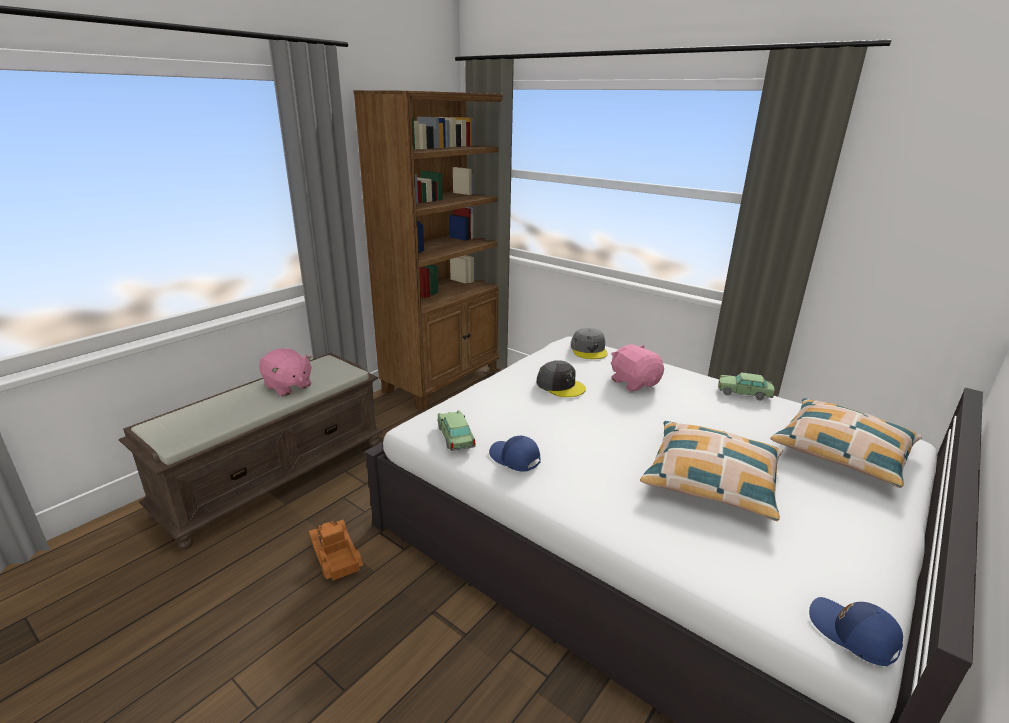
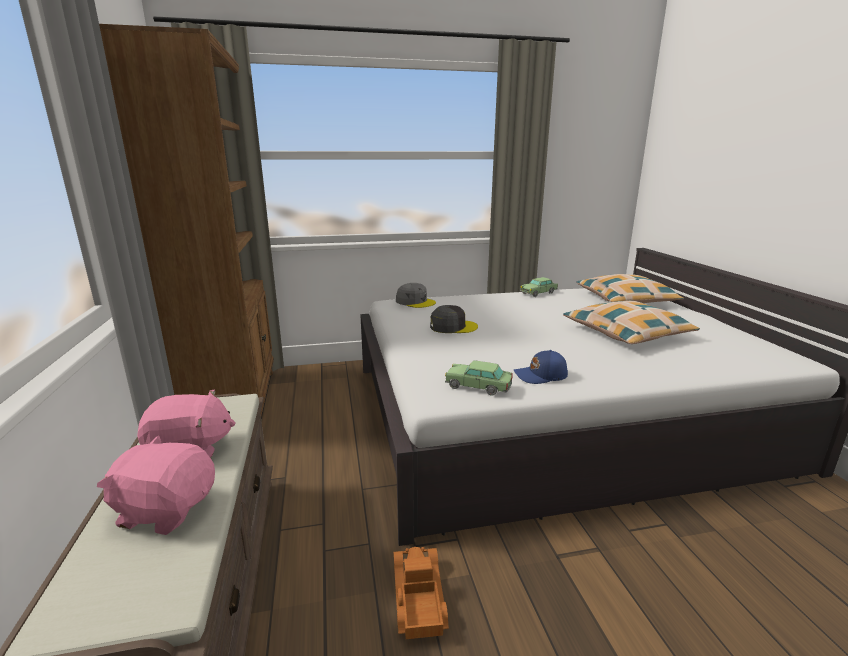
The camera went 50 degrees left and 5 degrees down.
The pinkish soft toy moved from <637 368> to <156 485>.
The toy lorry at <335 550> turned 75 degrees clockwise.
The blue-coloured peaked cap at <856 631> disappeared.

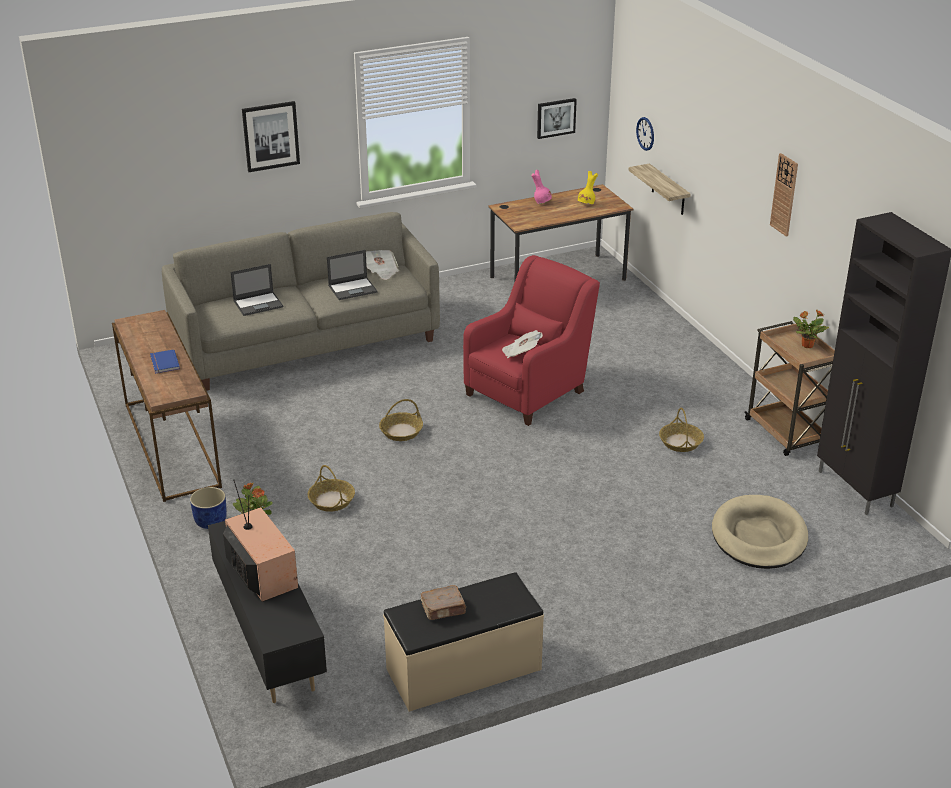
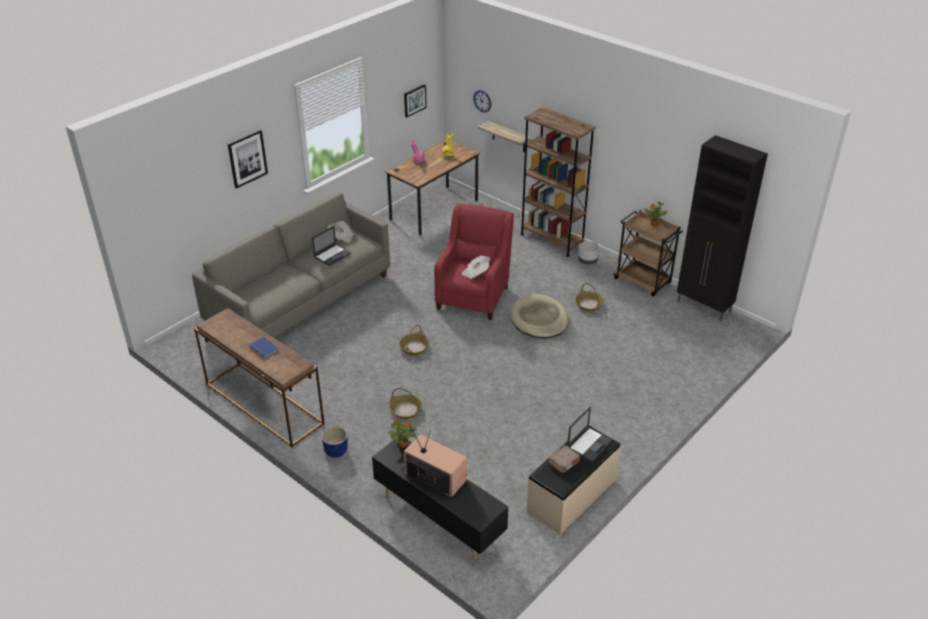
The camera went 25 degrees left and 5 degrees up.
The clock on the wall at <784 195> disappeared.
The laptop moved from <256 290> to <589 434>.
The beige dog bed moved from <760 532> to <539 316>.
The brownish bookshelf at <558 182> appeared.
The gray plant pot at <588 253> appeared.

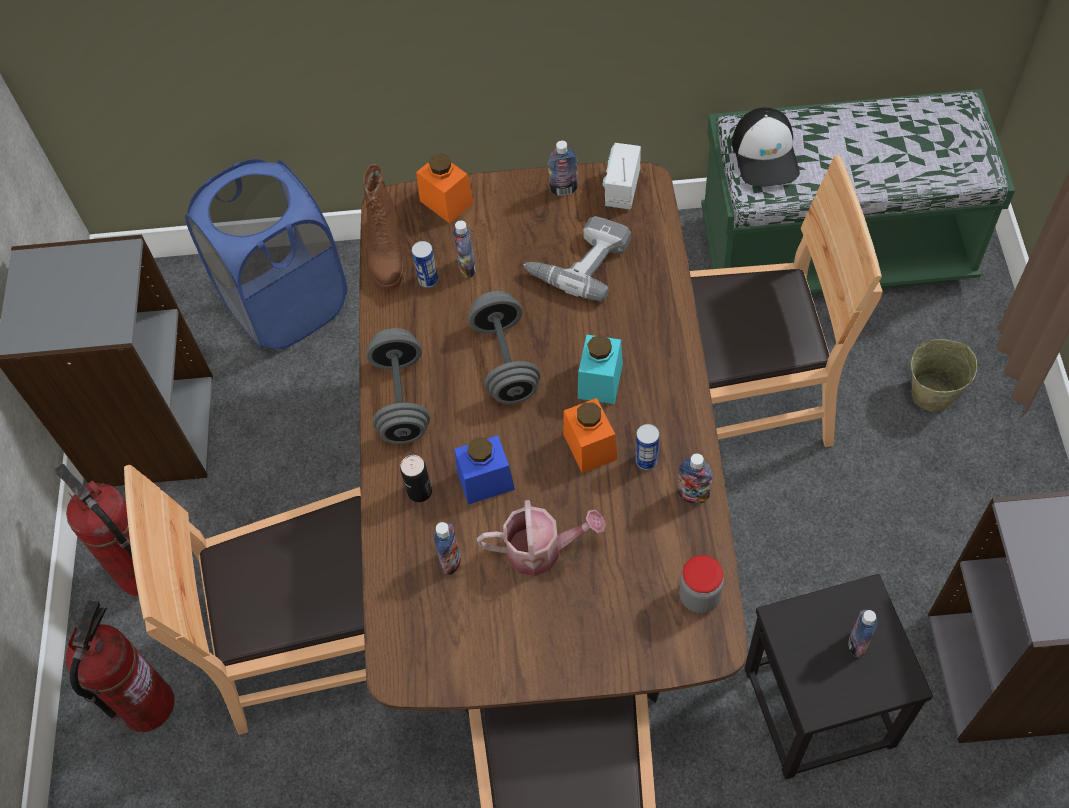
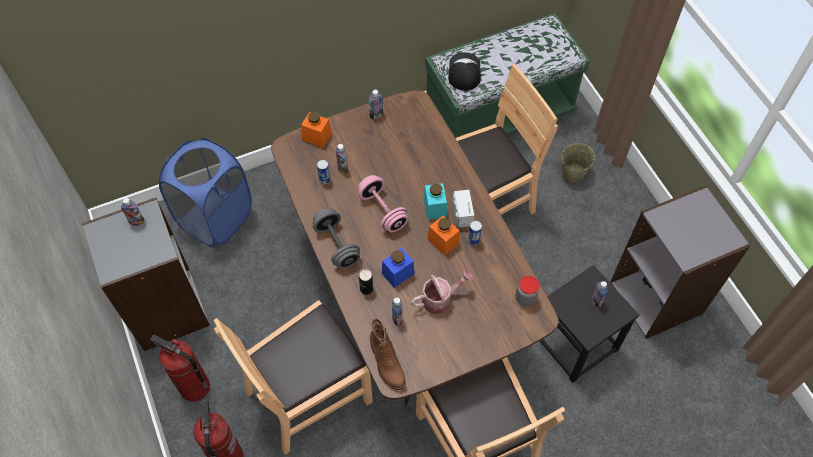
The camera went 25 degrees left and 0 degrees up.
The peaked cap at <766 147> turned 150 degrees counterclockwise.
The radio receiver moved from <622 176> to <463 209>.
The brownish high-top boot moved from <384 227> to <388 354>.
The power drill at <577 258> disappeared.
The gray free weight at <504 347> became the pinkish free weight at <383 203>.
The beverage bottle moved from <694 478> to <132 212>.

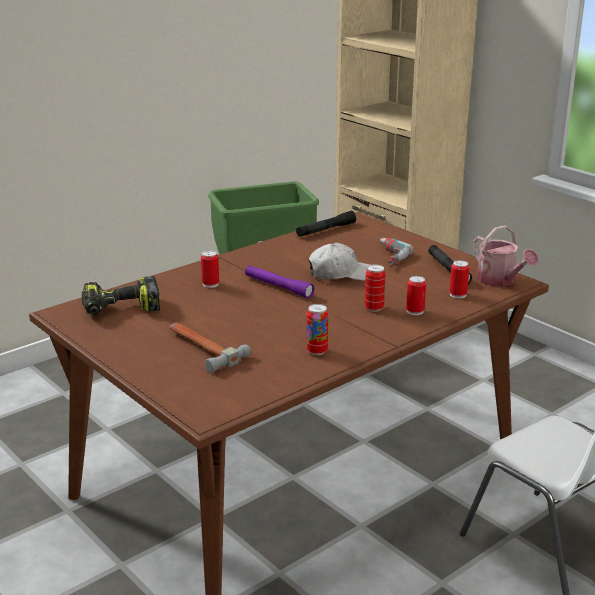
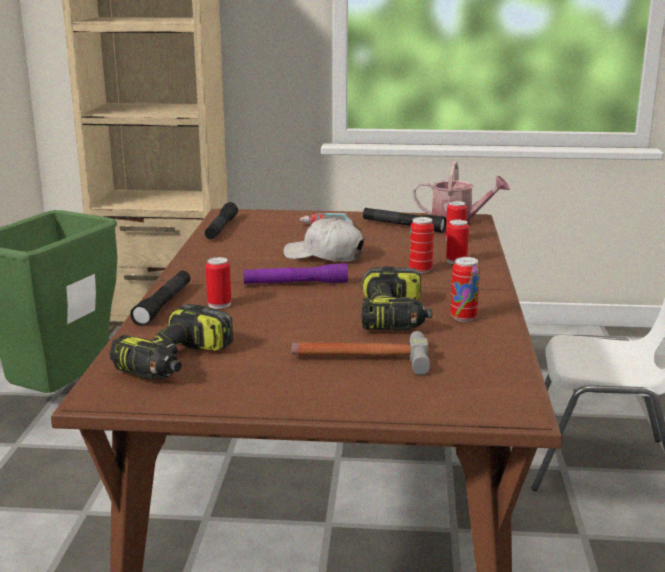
The camera went 45 degrees left and 5 degrees down.
The whitish peaked cap at <339 262> turned 105 degrees counterclockwise.
The power drill at <396 298> appeared.
The blackish flashlight at <160 298> appeared.

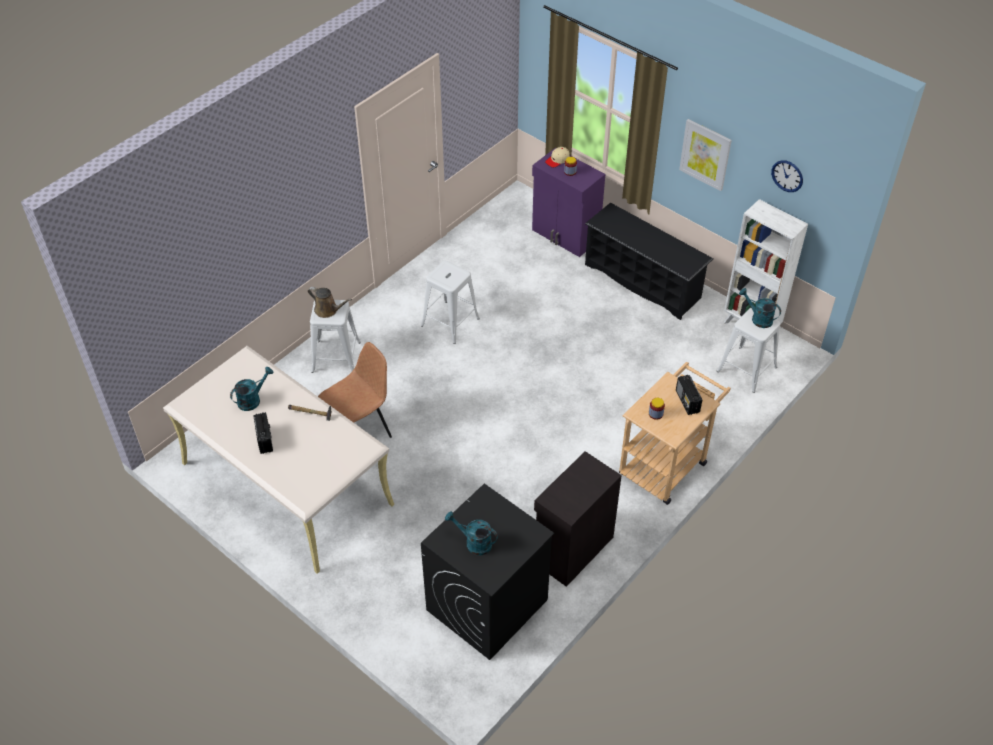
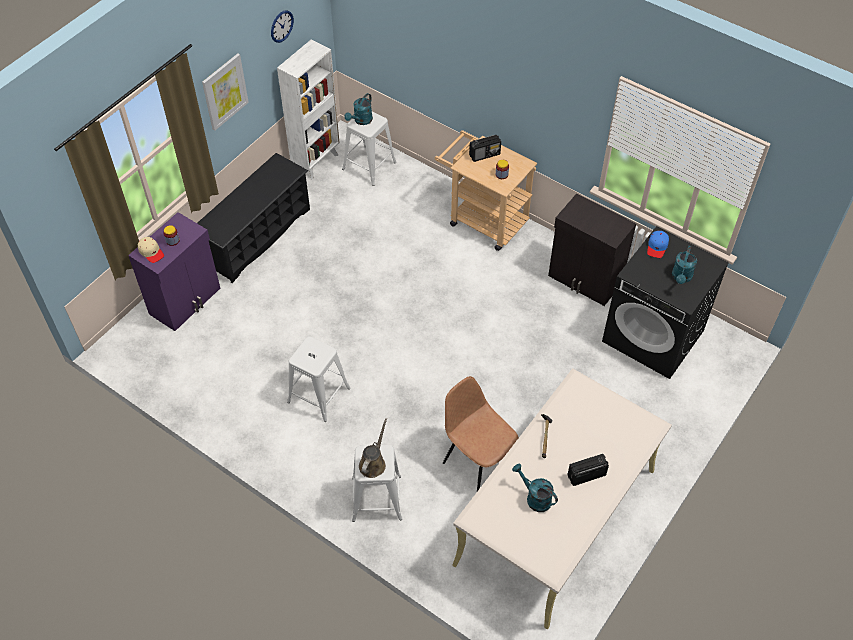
The camera went 95 degrees left and 5 degrees up.
The blue-coloured peaked cap at <658 244> appeared.

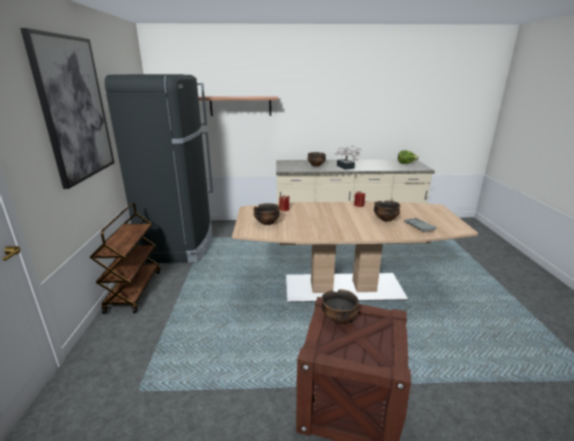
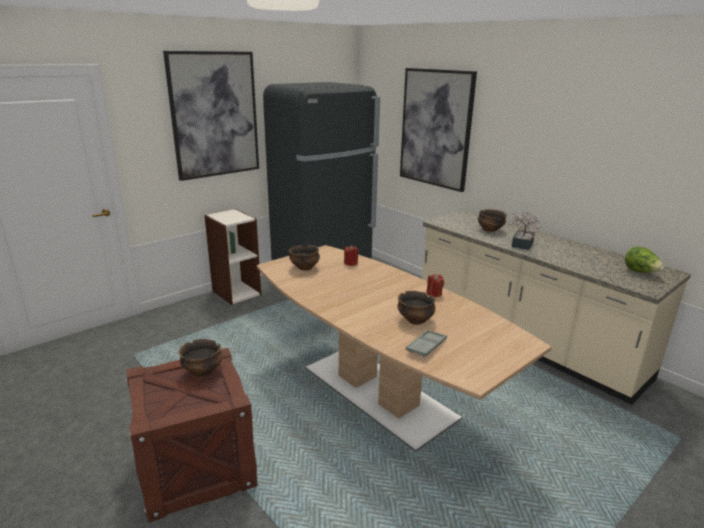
The camera went 50 degrees right and 0 degrees up.
The wall shelf at <238 106> was replaced by the wall art at <438 130>.
The brownish cart at <125 258> was replaced by the bookshelf at <232 257>.

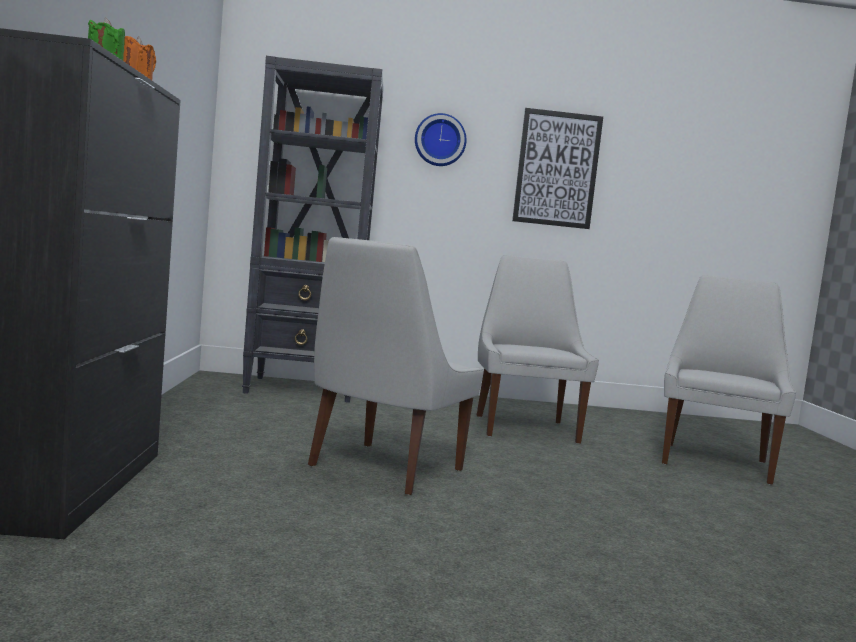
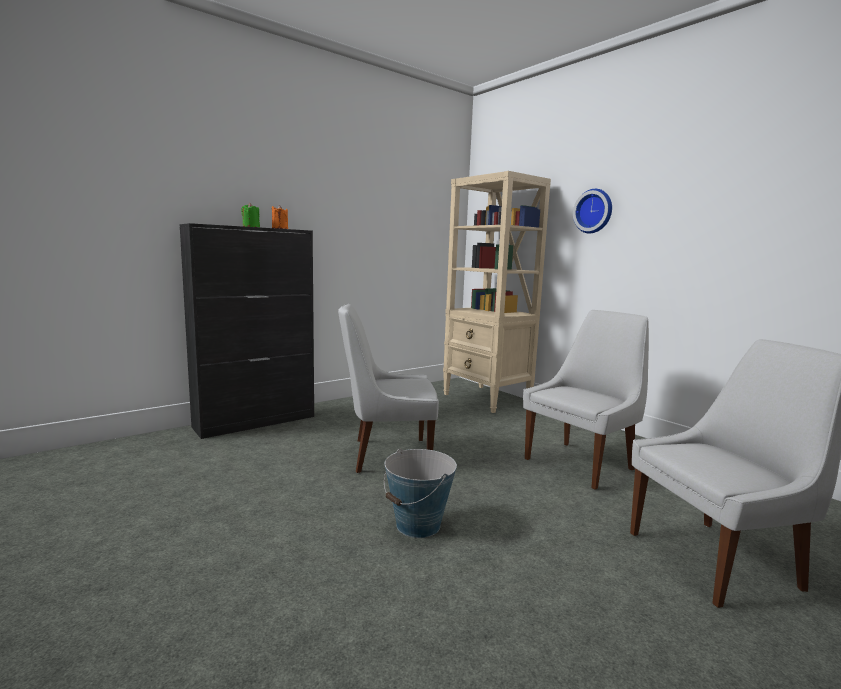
The camera went 55 degrees right and 5 degrees up.
The blackish bookshelf at <313 229> became the beige bookshelf at <497 292>.
The wall art at <557 168> disappeared.
The bucket at <420 493> appeared.

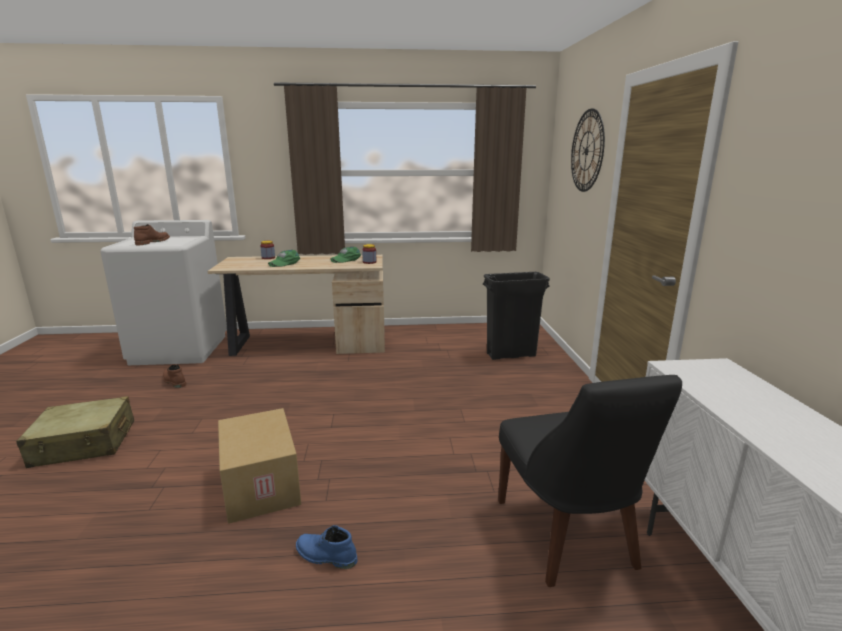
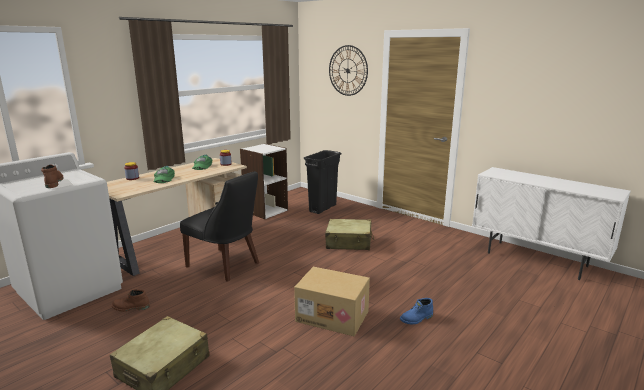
The camera went 45 degrees left and 0 degrees up.
The blackish chair moved from <590 481> to <219 226>.
The whitish bookshelf at <264 181> appeared.
The beige travel case at <349 234> appeared.

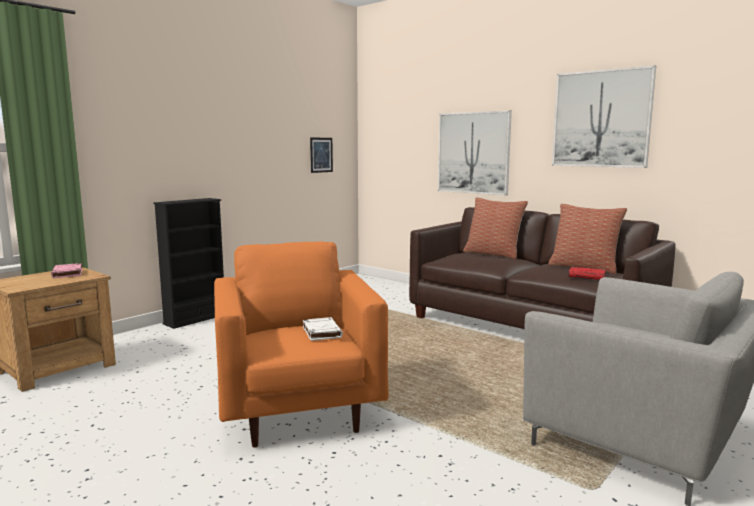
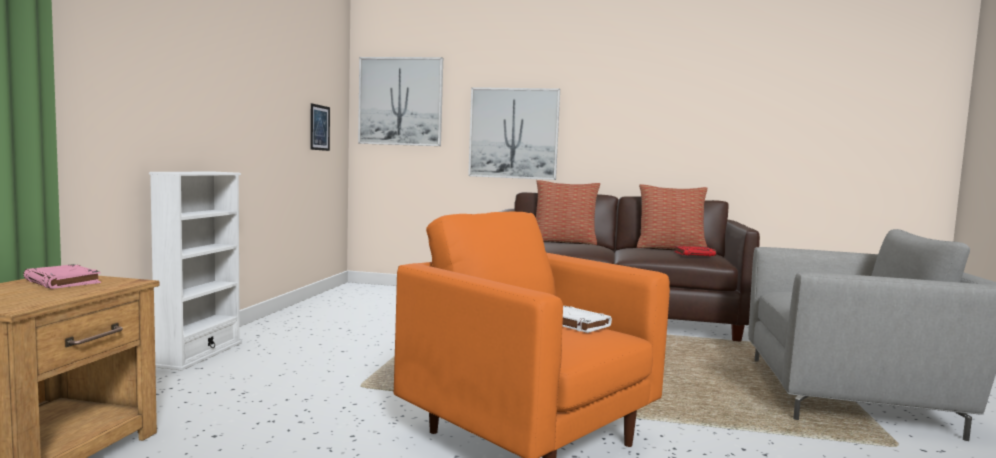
The camera went 30 degrees left and 5 degrees down.
The wall art moved from <604 116> to <400 101>.
The blackish bookshelf at <188 263> became the whitish bookshelf at <195 271>.

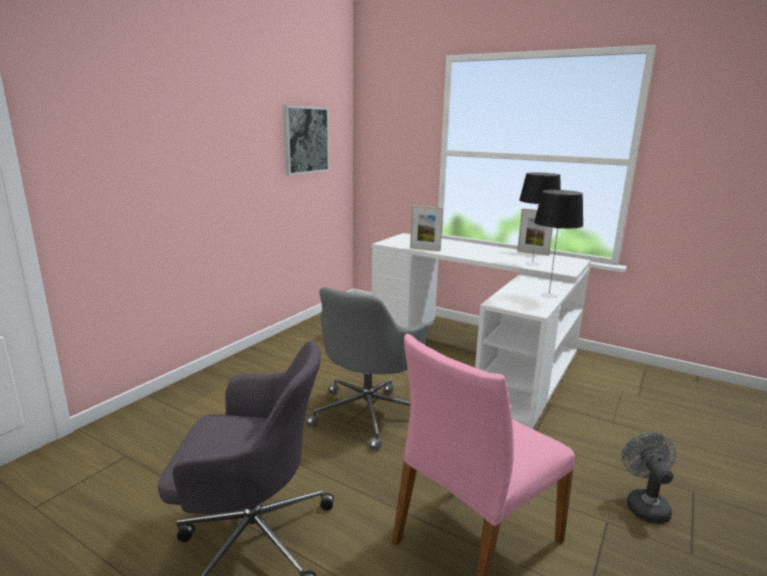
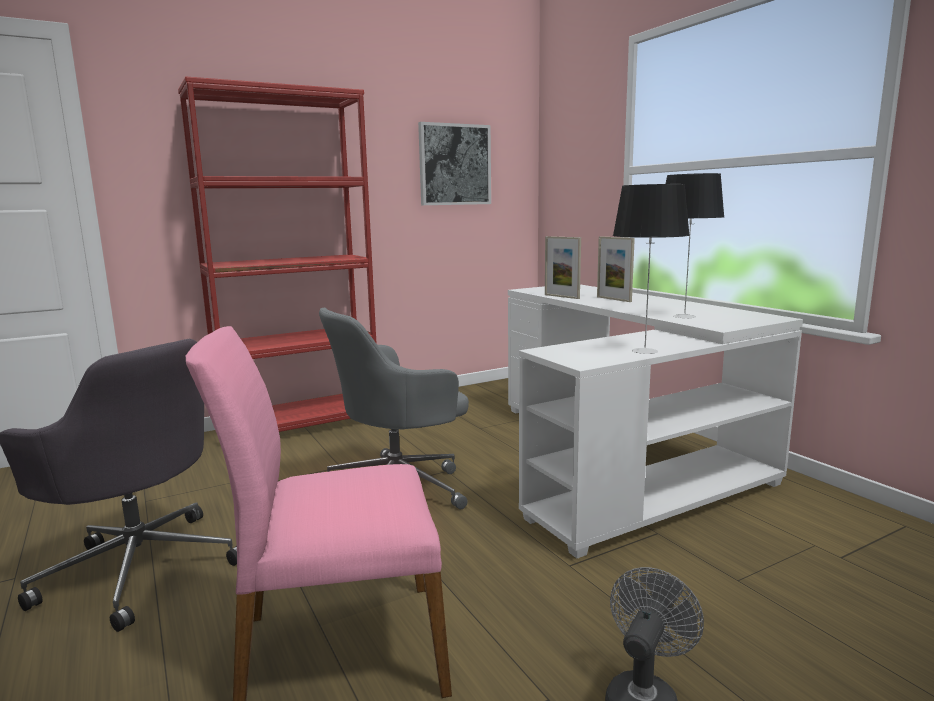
The camera went 30 degrees right and 5 degrees down.
The picture frame moved from <535 231> to <616 269>.
The red bookshelf at <277 254> appeared.

